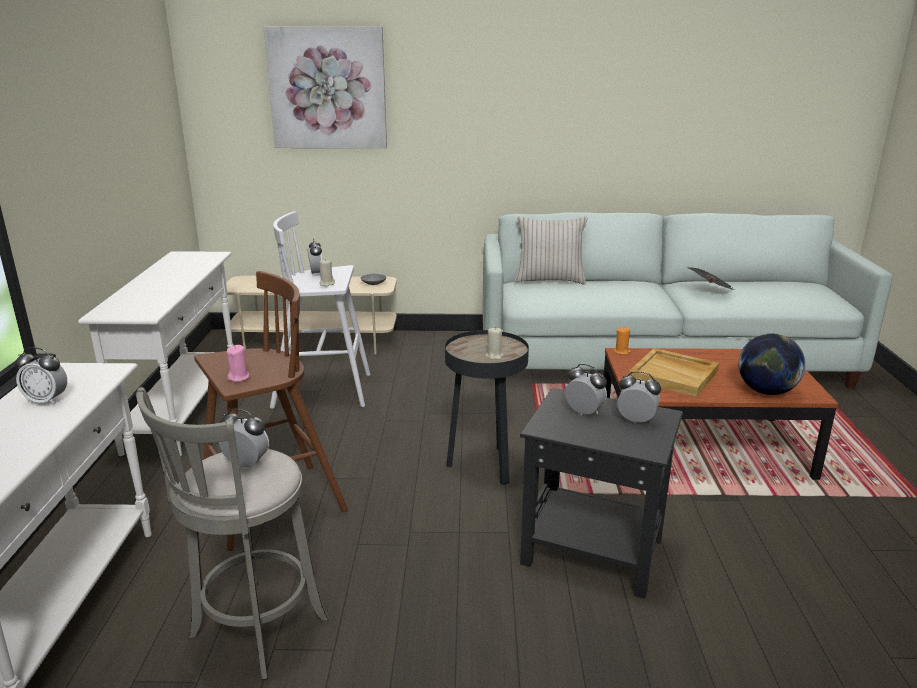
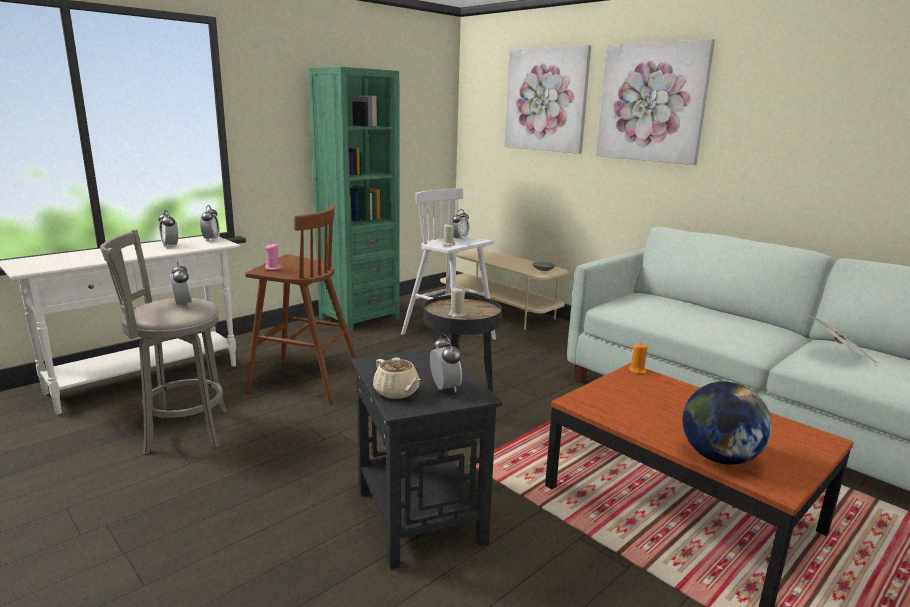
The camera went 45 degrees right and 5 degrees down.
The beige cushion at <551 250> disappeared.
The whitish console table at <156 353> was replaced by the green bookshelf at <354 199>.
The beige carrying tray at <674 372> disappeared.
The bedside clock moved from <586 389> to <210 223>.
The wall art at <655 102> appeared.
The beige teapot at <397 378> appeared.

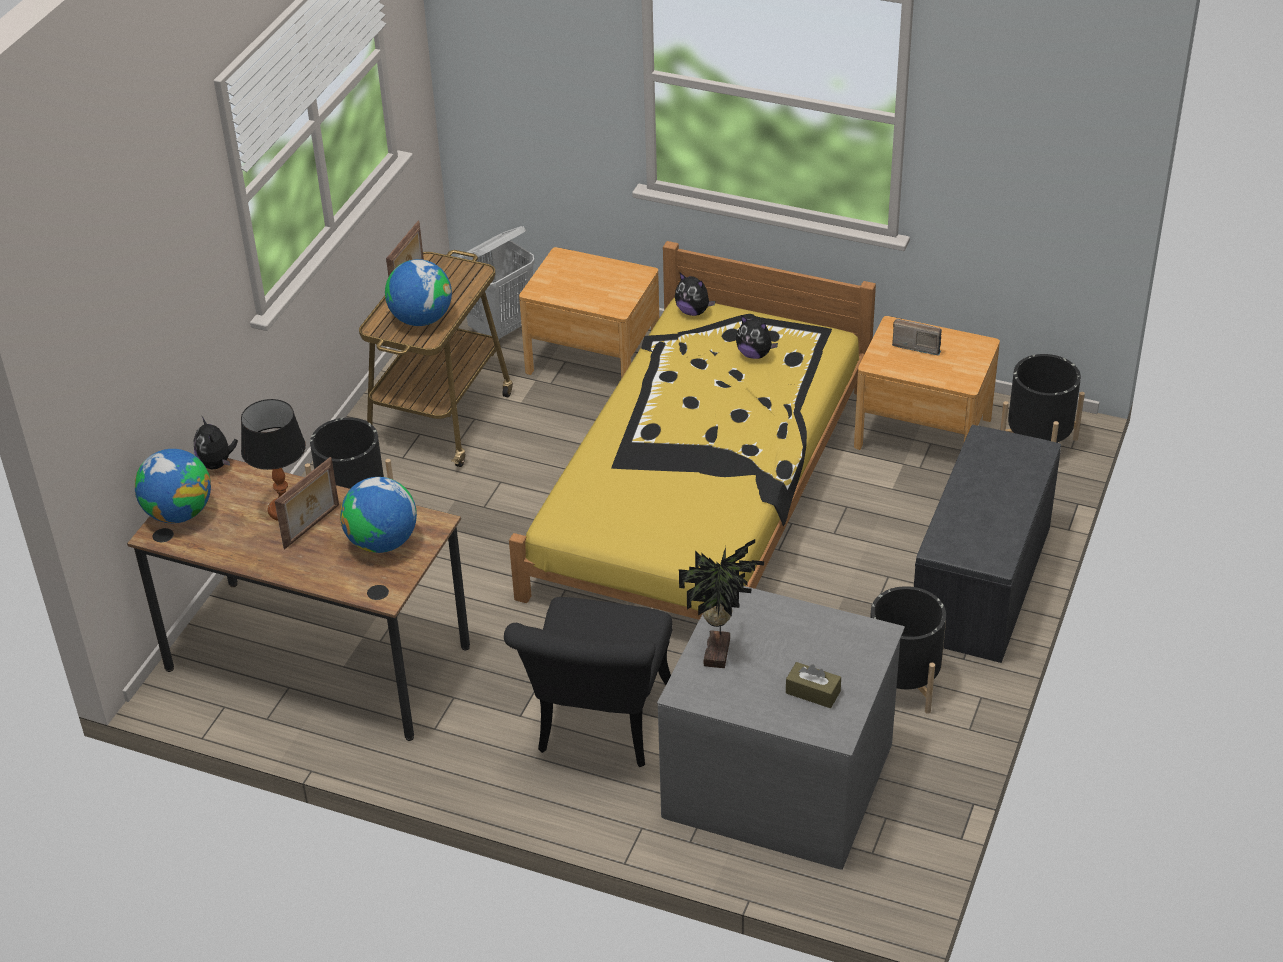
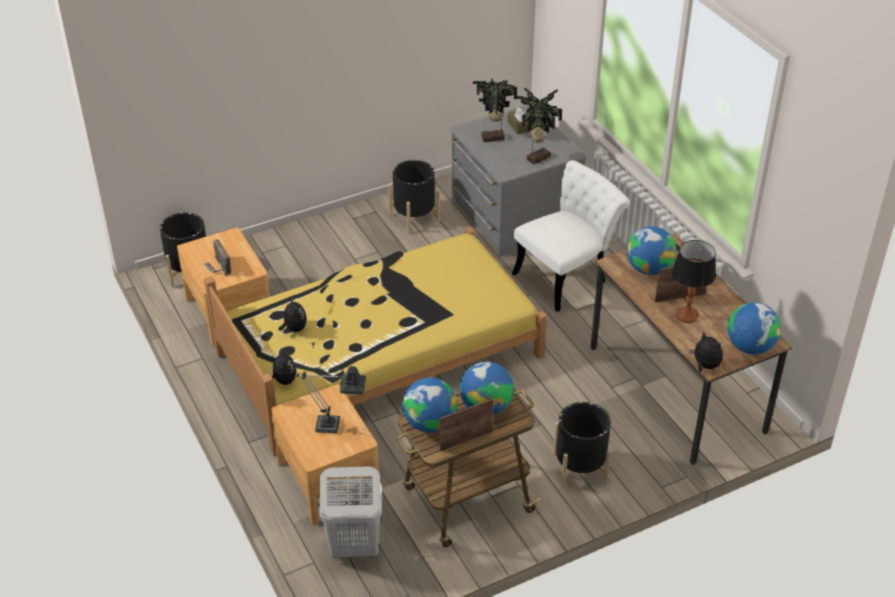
The camera went 140 degrees left and 0 degrees up.
The soft toy at <216 443> turned 60 degrees counterclockwise.
The gray indoor bench at <987 544> disappeared.
The blackish chair at <588 682> became the whitish chair at <571 236>.
The houseplant at <495 110> appeared.
The tabletop lamp at <331 398> appeared.
The desk globe at <429 405> appeared.

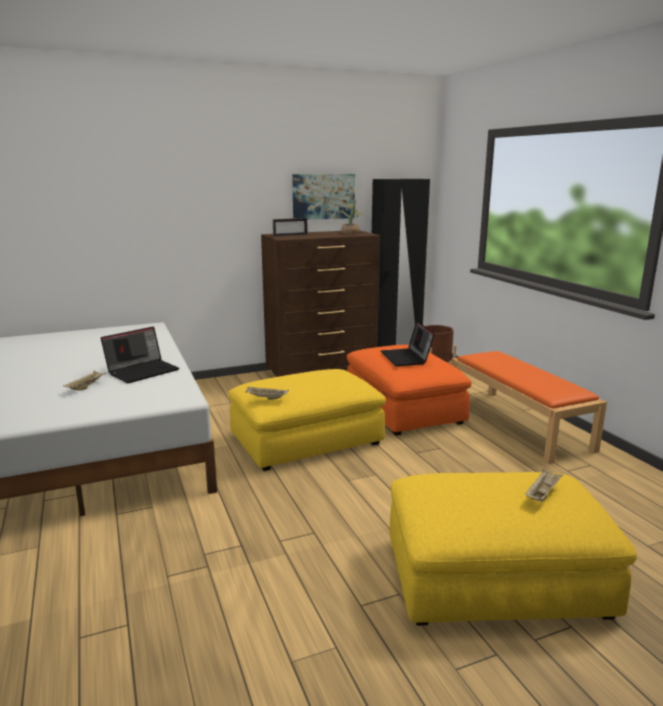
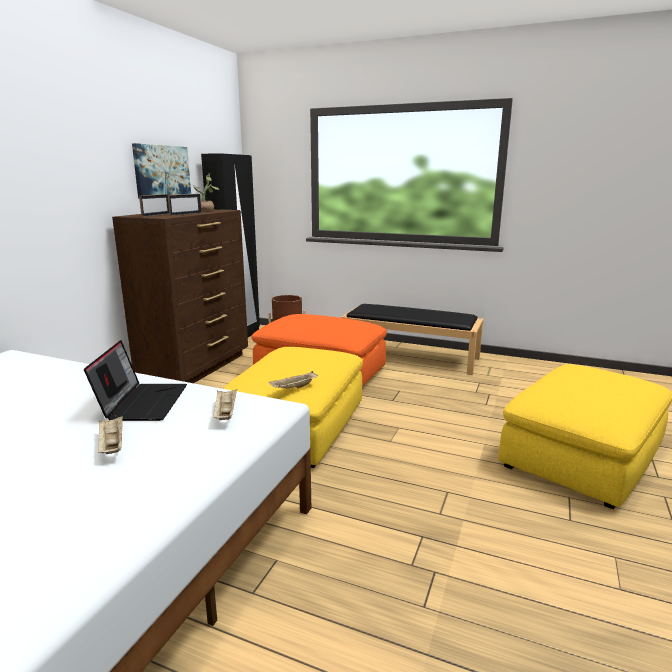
The camera went 45 degrees left and 0 degrees up.
The laptop at <408 343> disappeared.
The orange indoor bench at <529 407> became the blackish indoor bench at <412 339>.
The beige carrying tray moved from <544 485> to <225 404>.
The picture frame at <185 205> appeared.

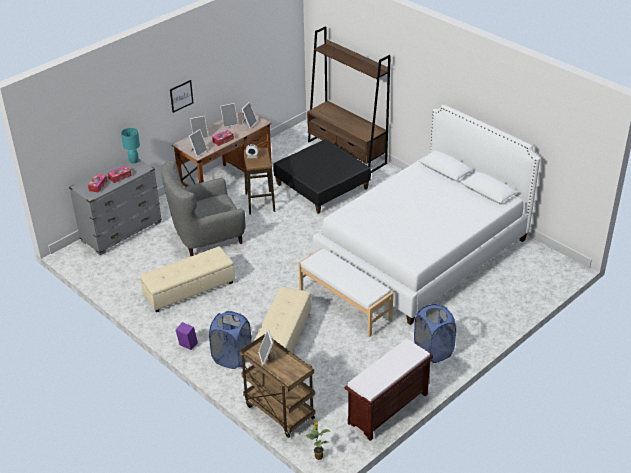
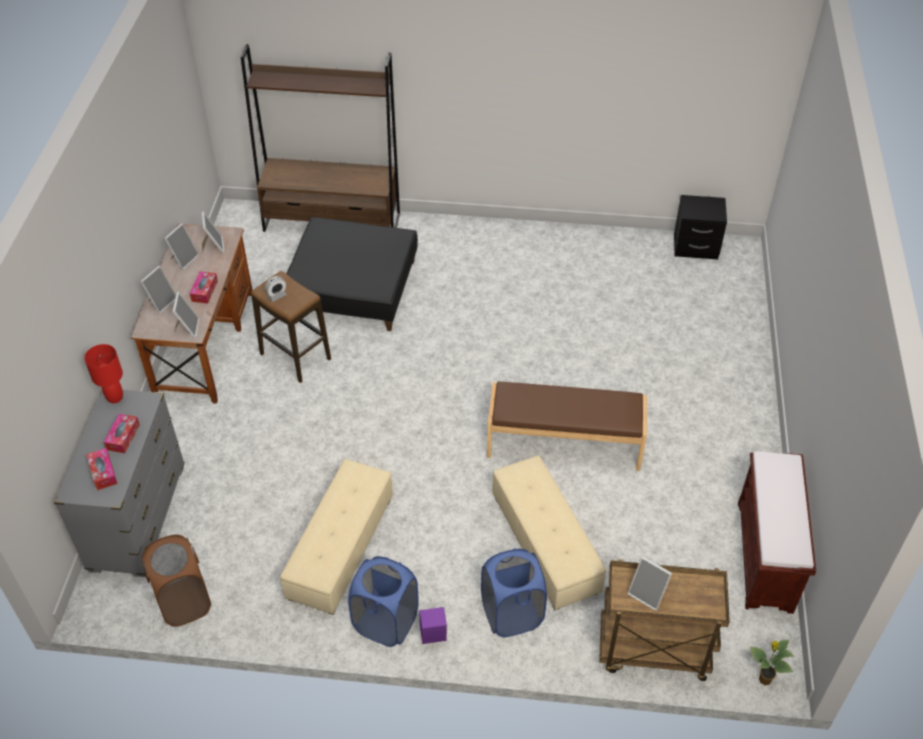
The camera went 40 degrees left and 10 degrees up.
The wall art at <181 96> disappeared.
The whitish bed at <426 215> disappeared.
The turquoise tabletop lamp at <130 145> became the red tabletop lamp at <103 373>.
The gray lounge chair at <203 208> disappeared.
The whitish indoor bench at <346 292> became the brownish indoor bench at <567 426>.
The blue-coloured laundry basket moved from <435 333> to <383 601>.
The blackish night table at <700 227> appeared.
The brownish laundry basket at <176 581> appeared.

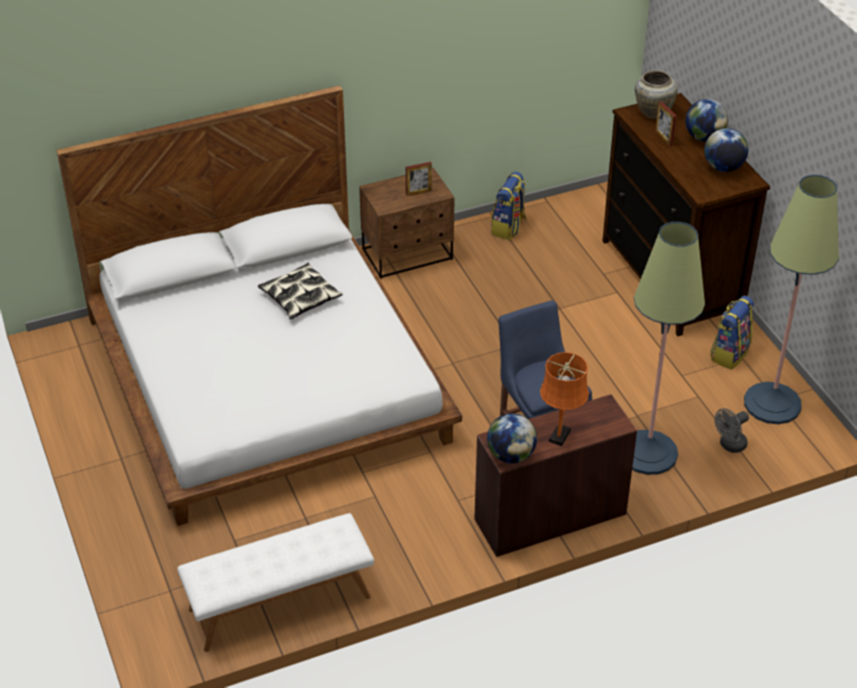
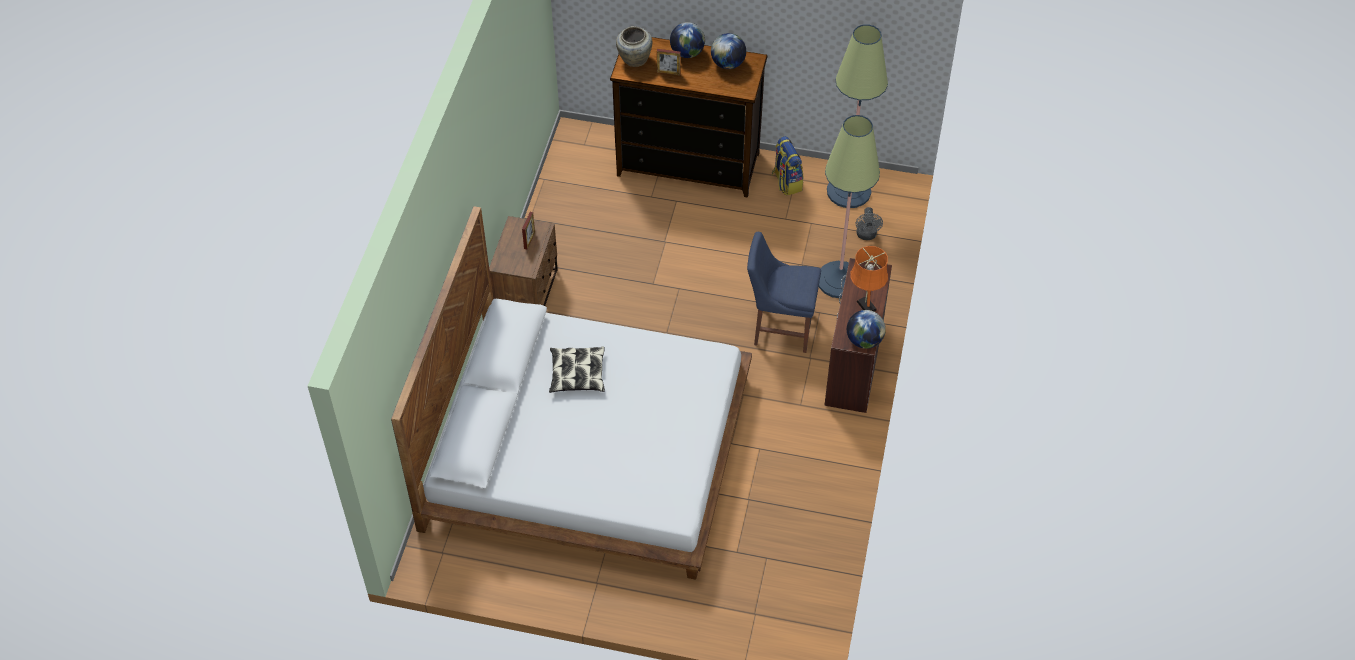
The camera went 55 degrees left and 10 degrees up.
The knapsack at <509 206> disappeared.
The whitish indoor bench at <275 582> disappeared.

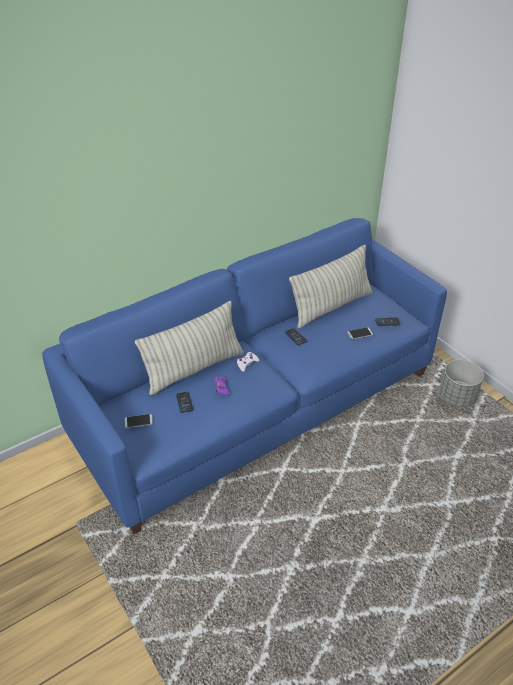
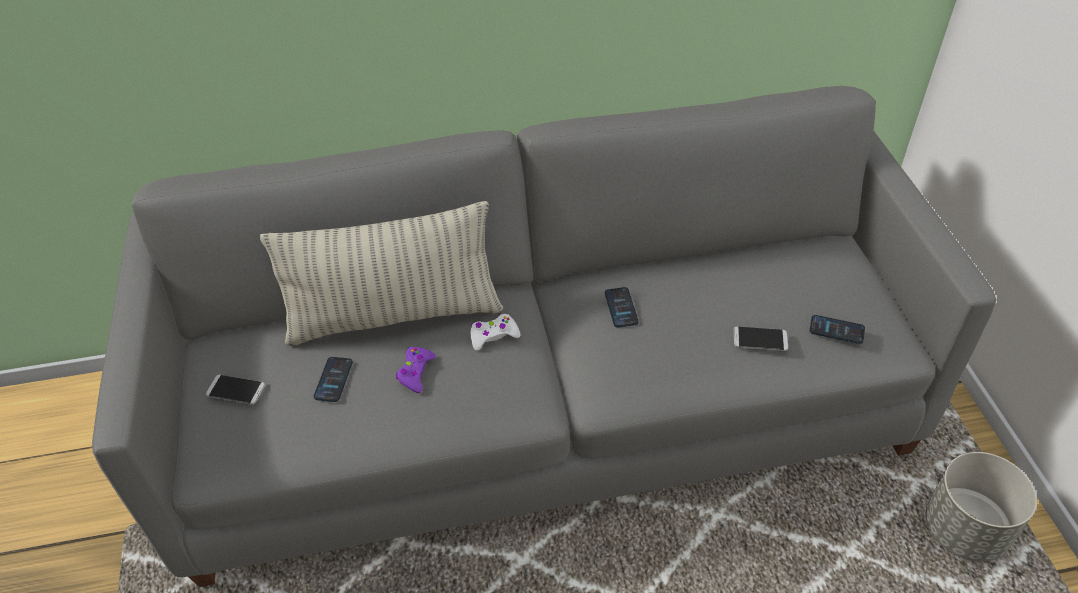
The camera went 25 degrees right and 5 degrees up.
The blue-coloured couch at <244 376> became the gray couch at <544 336>.
The cushion at <331 286> disappeared.

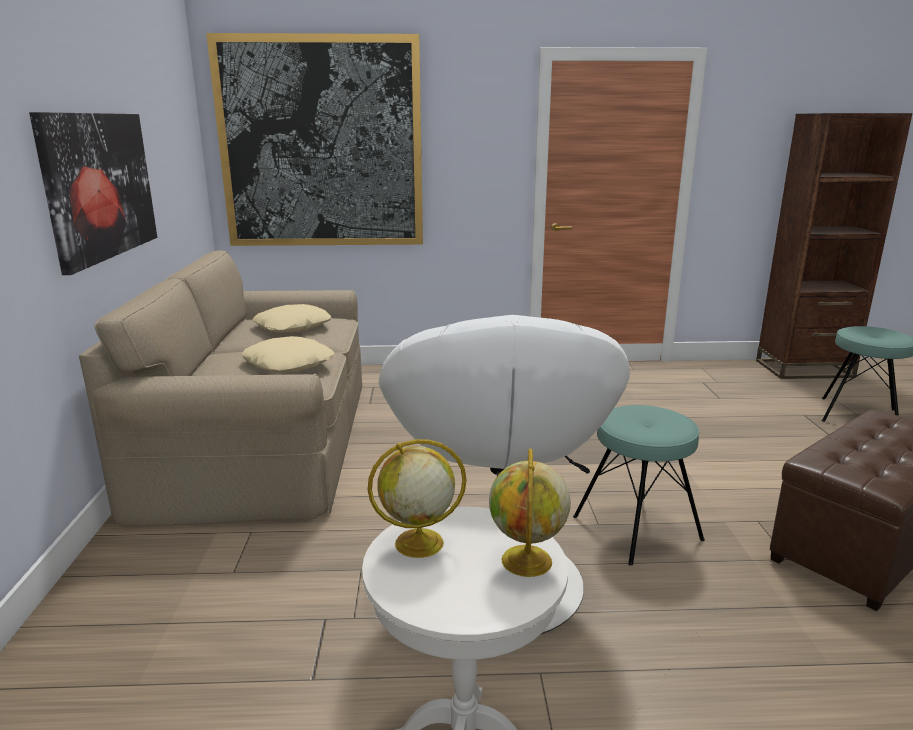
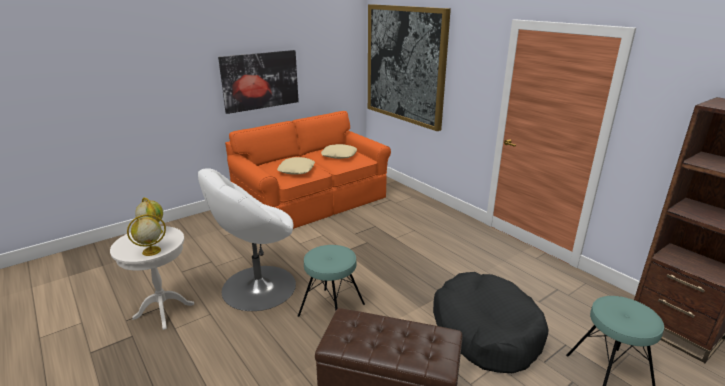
The camera went 55 degrees right and 5 degrees up.
The beige couch at <220 388> became the orange couch at <308 170>.
The blackish dog bed at <490 322> appeared.

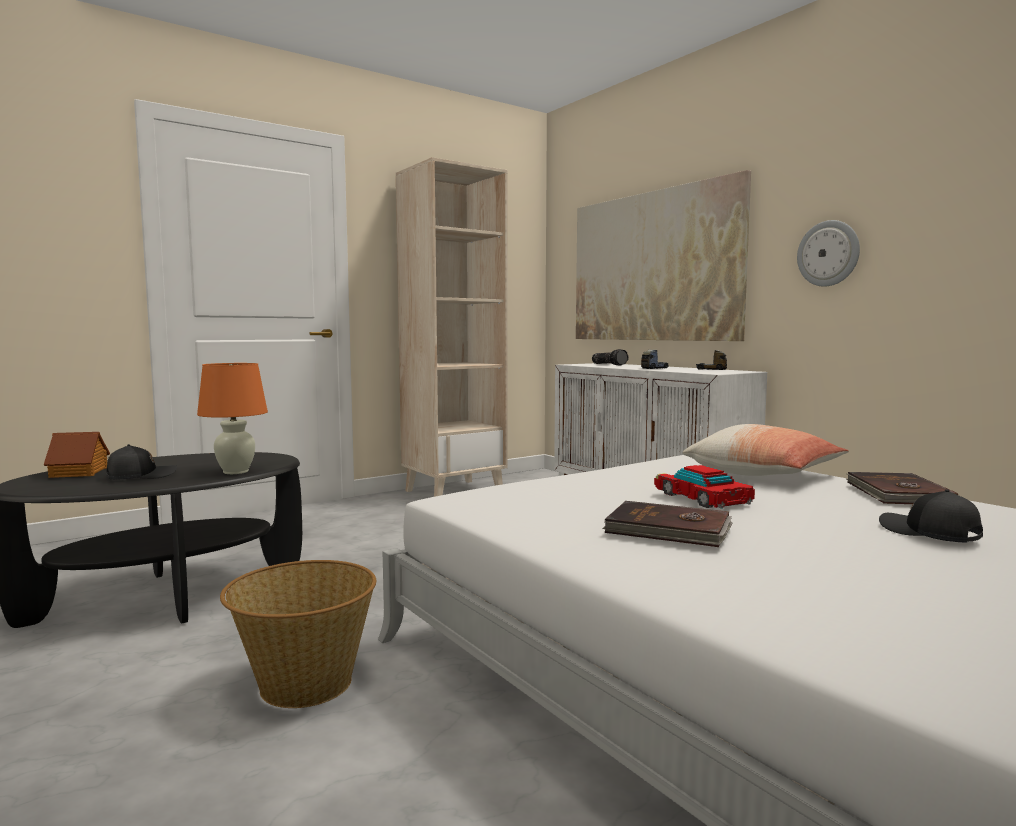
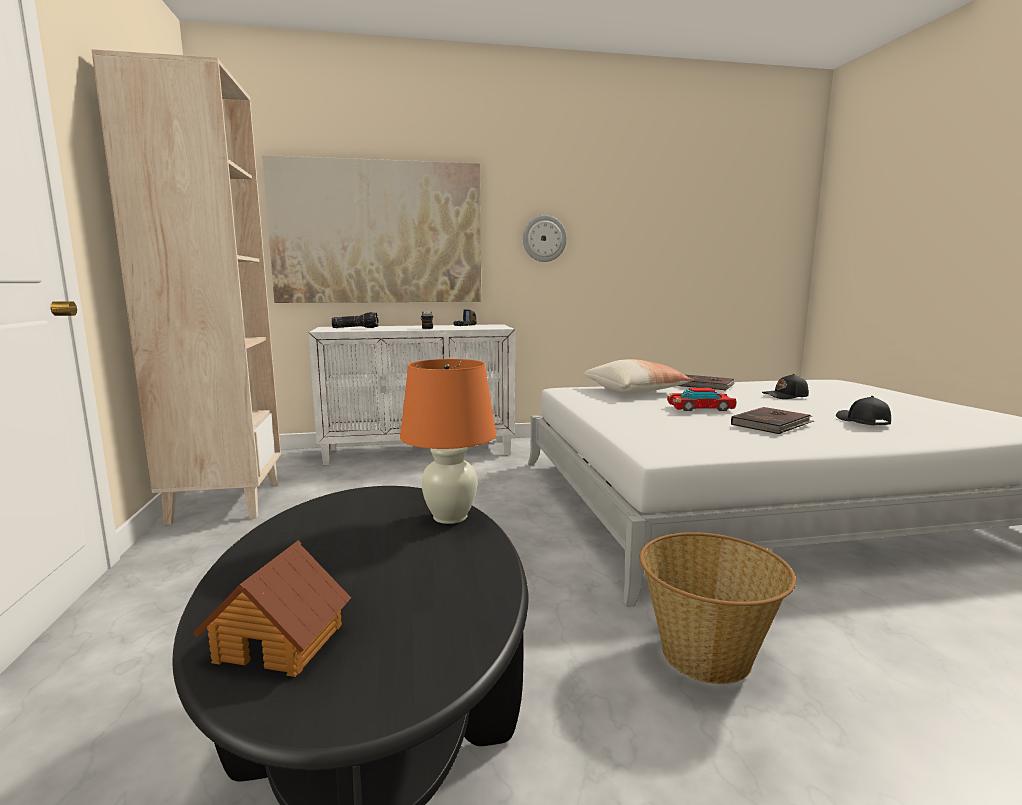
The camera went 65 degrees left and 5 degrees up.
The blackish peaked cap moved from <141 461> to <863 410>.

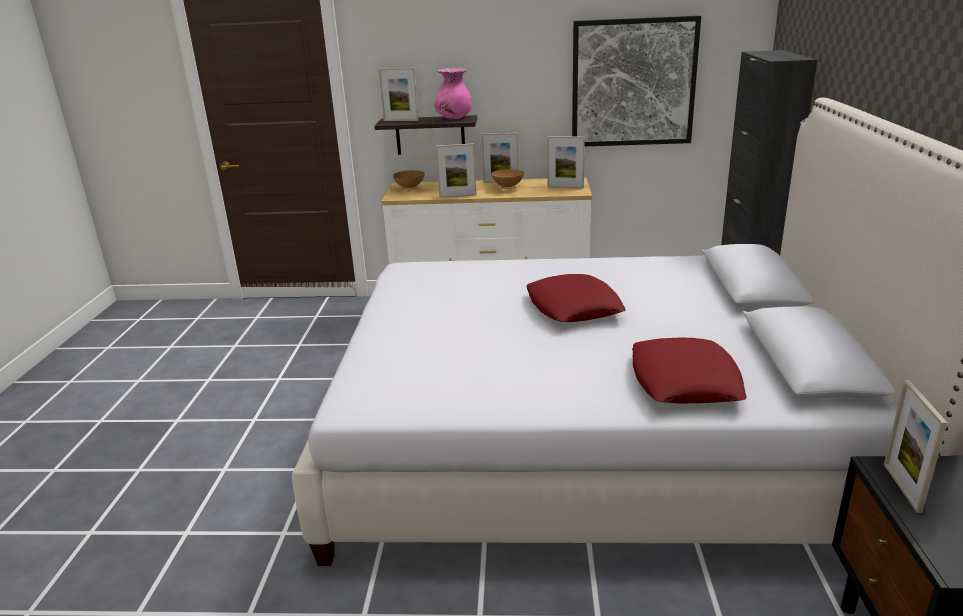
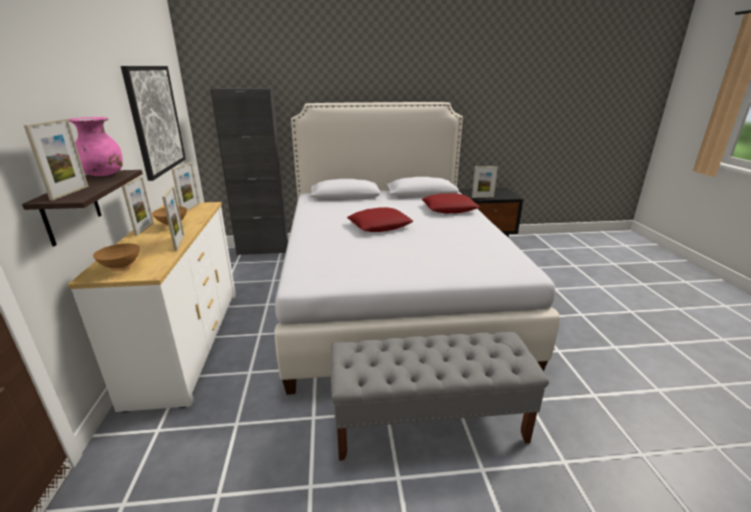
The camera went 100 degrees left and 0 degrees up.
The gray indoor bench at <440 396> appeared.

